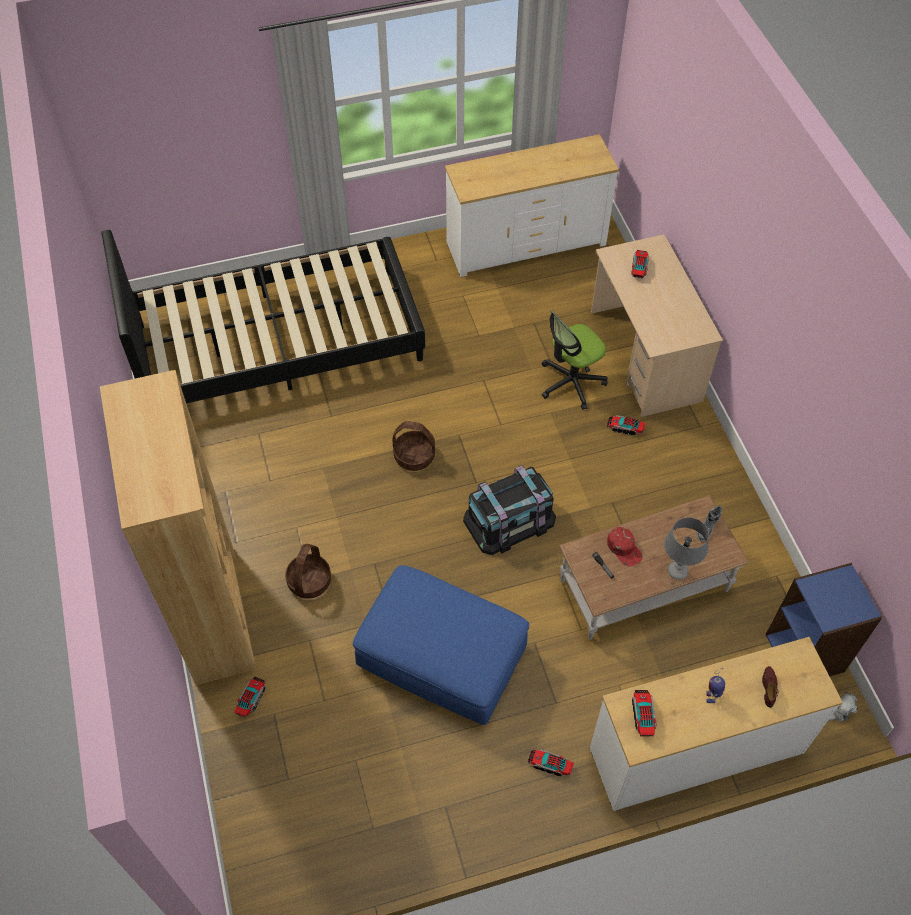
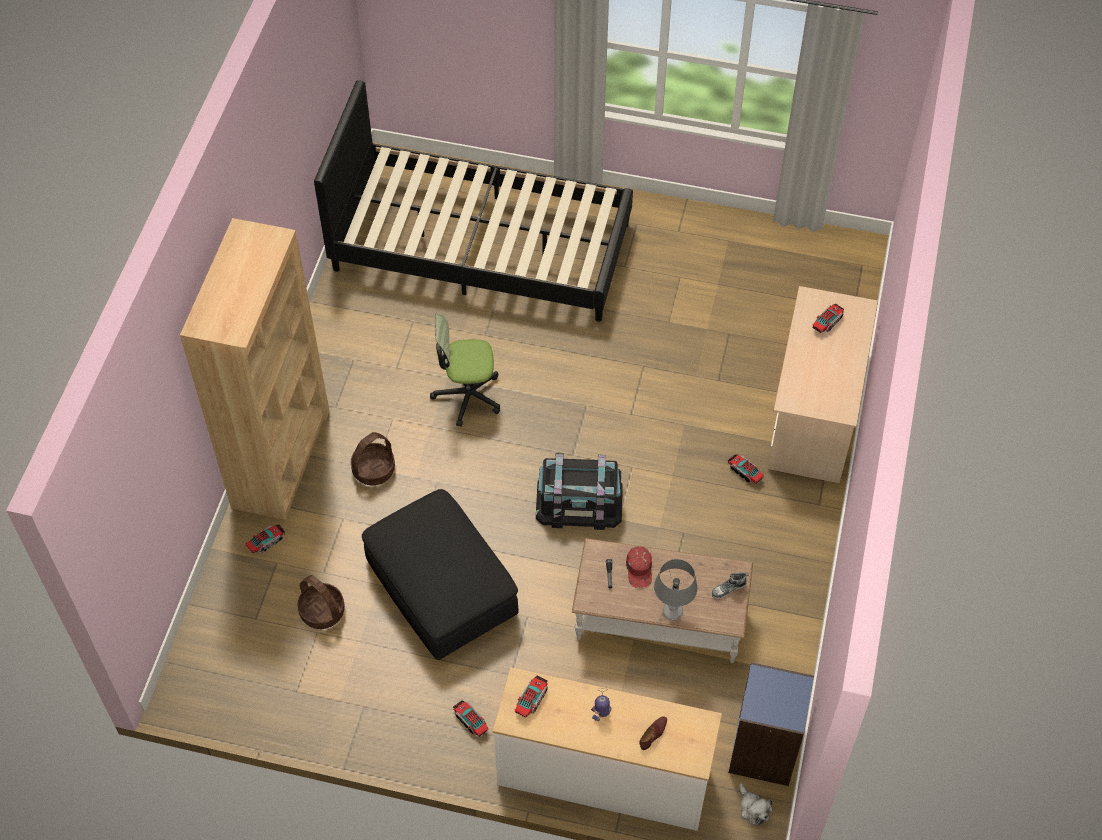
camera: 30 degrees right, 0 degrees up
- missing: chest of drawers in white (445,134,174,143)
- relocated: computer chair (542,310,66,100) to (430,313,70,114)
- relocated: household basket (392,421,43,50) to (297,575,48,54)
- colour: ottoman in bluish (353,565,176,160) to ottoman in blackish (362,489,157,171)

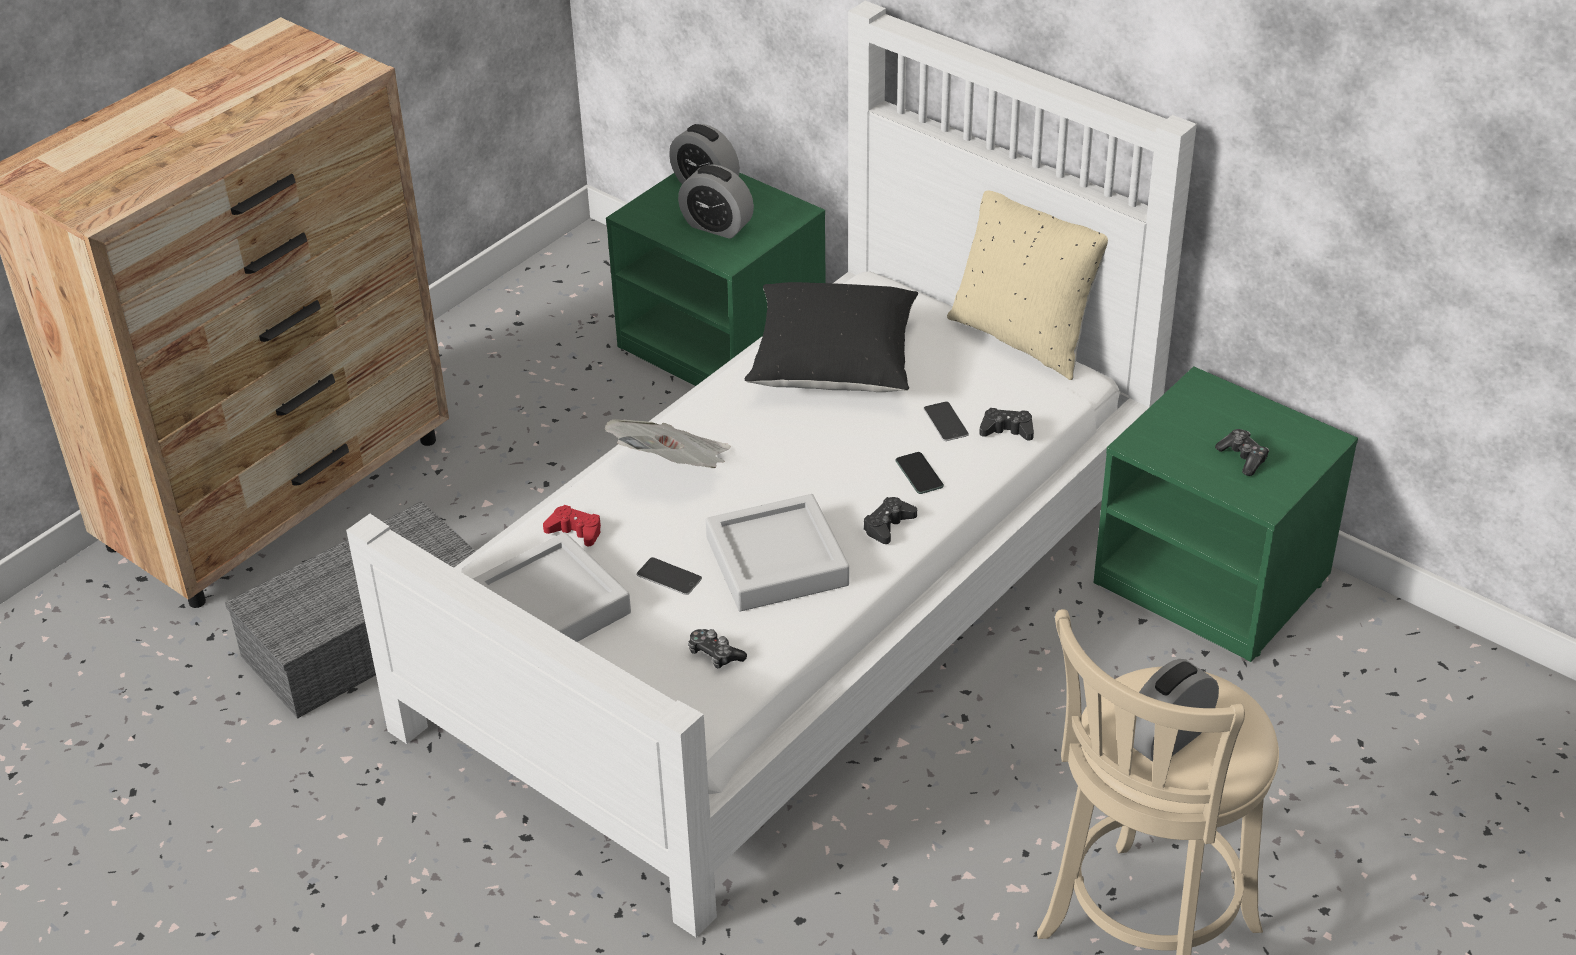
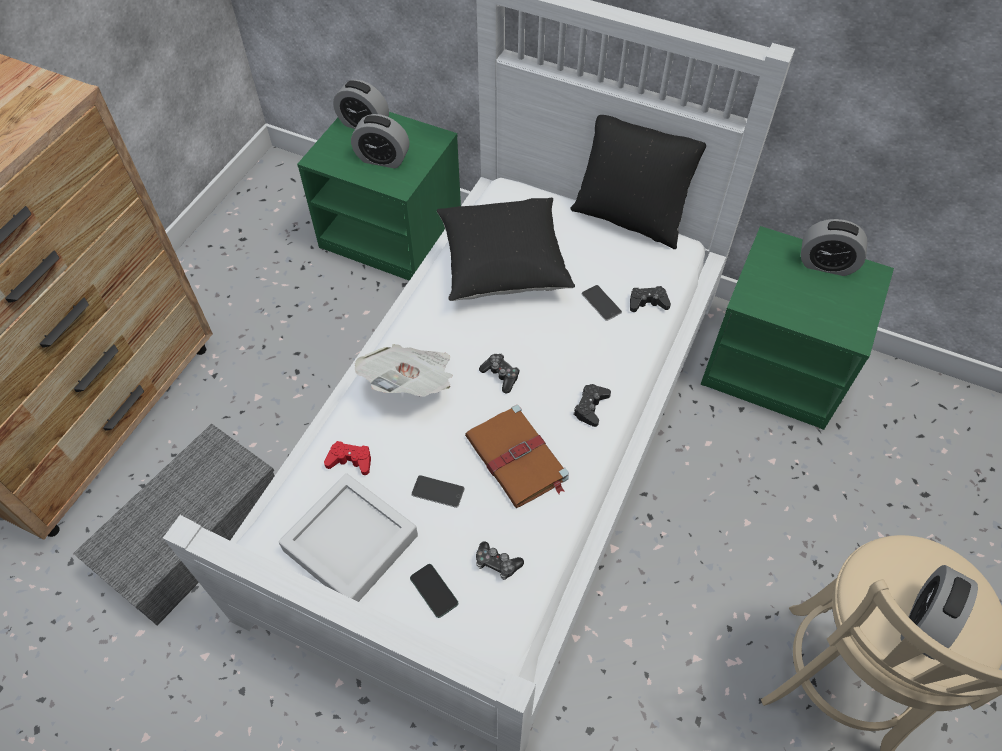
camera: 15 degrees left, 15 degrees up
- colour: pillow in beige (947,190,161,190) to pillow in blackish (571,115,135,134)
- relocated: joypad (1215,429,54,47) to (479,354,41,39)
- relocated: phone (896,452,48,42) to (410,564,48,54)
- exchanged: serving tray in greyish (706,494,143,117) to book in brownish (465,405,104,103)
- appeared: alarm clock (801,219,66,57)

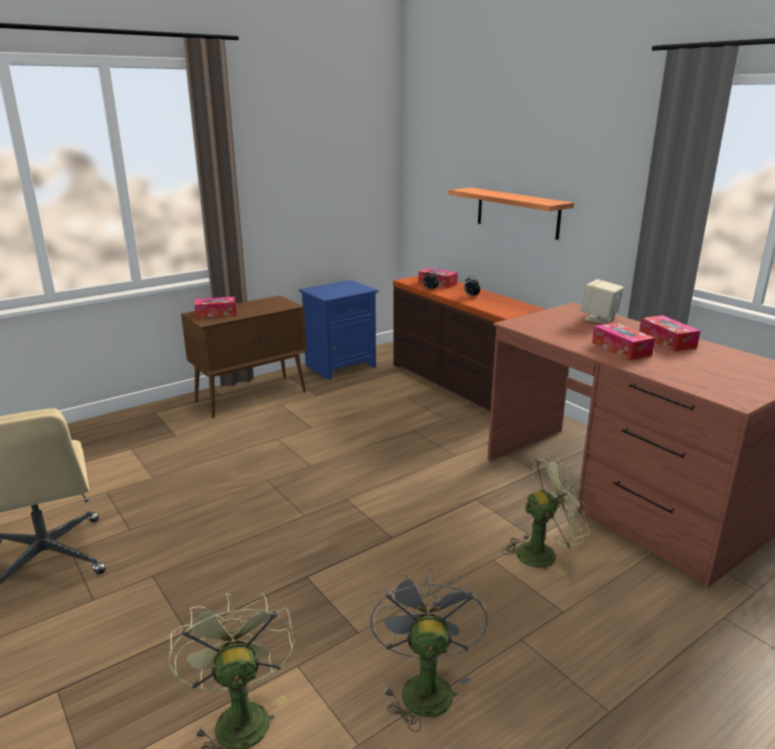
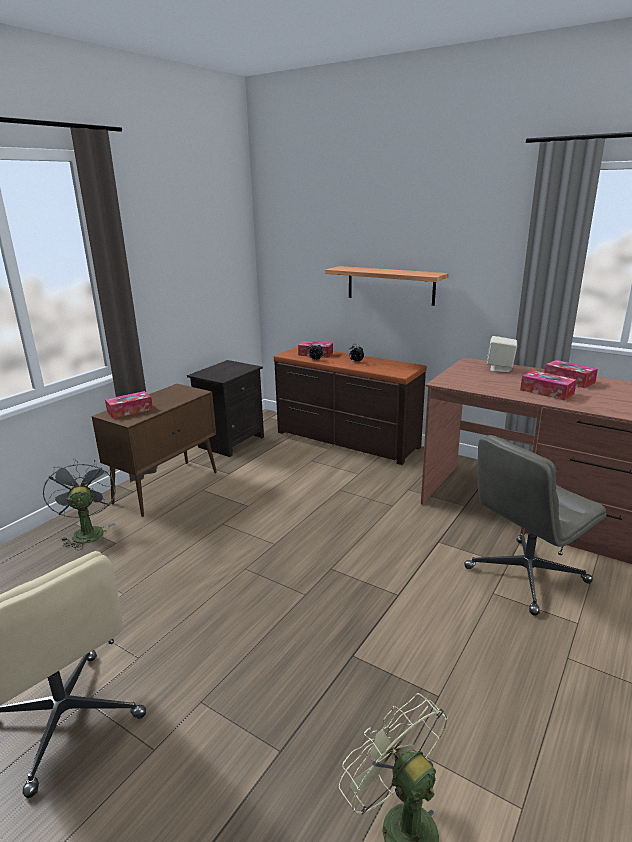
camera: 20 degrees left, 0 degrees up
- colour: bedside table in bluish (299,280,80,100) to bedside table in blackish (187,360,77,97)
- exchanged: electric fan in green (502,456,88,120) to computer chair in greyish (464,435,142,181)
- relocated: electric fan in greyish (370,567,118,165) to (43,458,73,92)

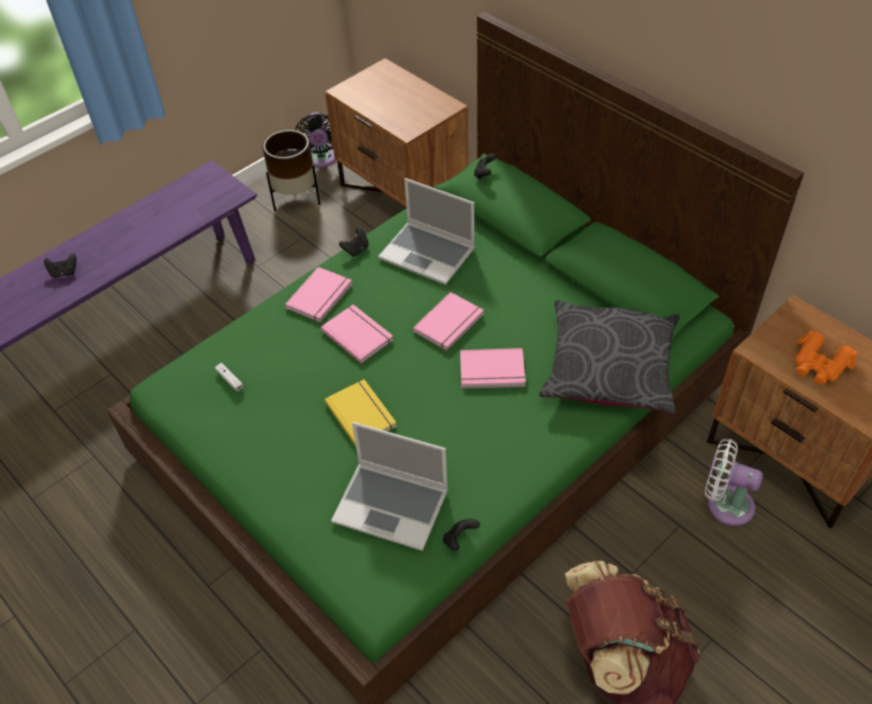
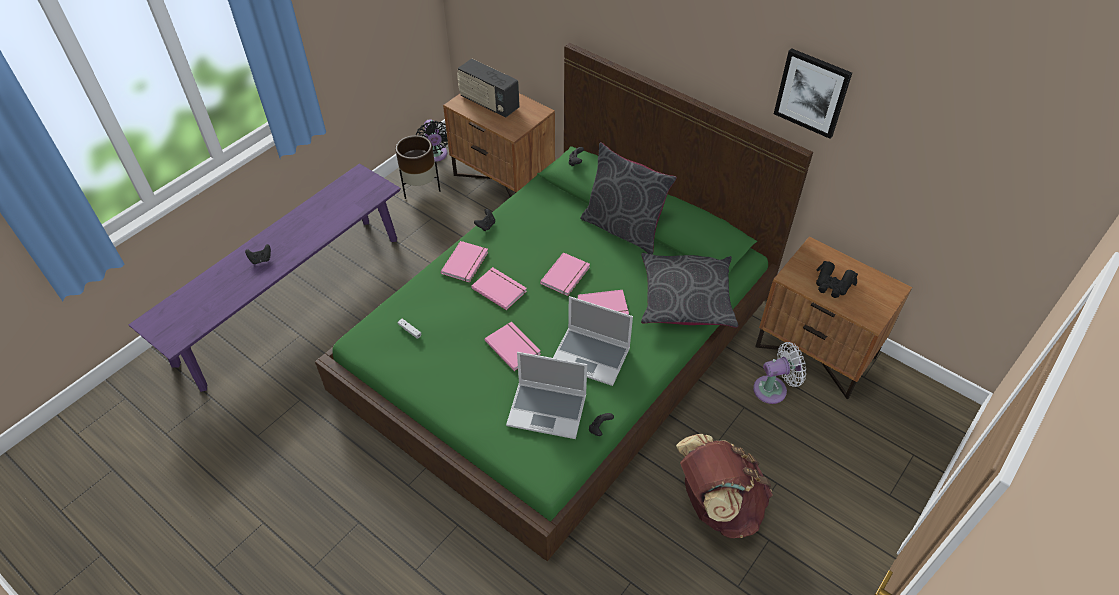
camera: 10 degrees left, 0 degrees up
- relocated: portable computer (378,178,97,107) to (553,296,80,90)
- colour: field glasses in orange-coloured (794,331,63,54) to field glasses in blackish (816,261,42,37)
- colour: book in yellow-coloured (324,379,73,67) to book in pink (484,322,57,49)
- spun: electric fan in white (705,439,58,87) = (753,342,53,62) 150 degrees clockwise
- appeared: picture (774,48,78,91)
- appeared: radio set (457,59,63,59)
- appeared: pillow in greyish (580,142,97,113)

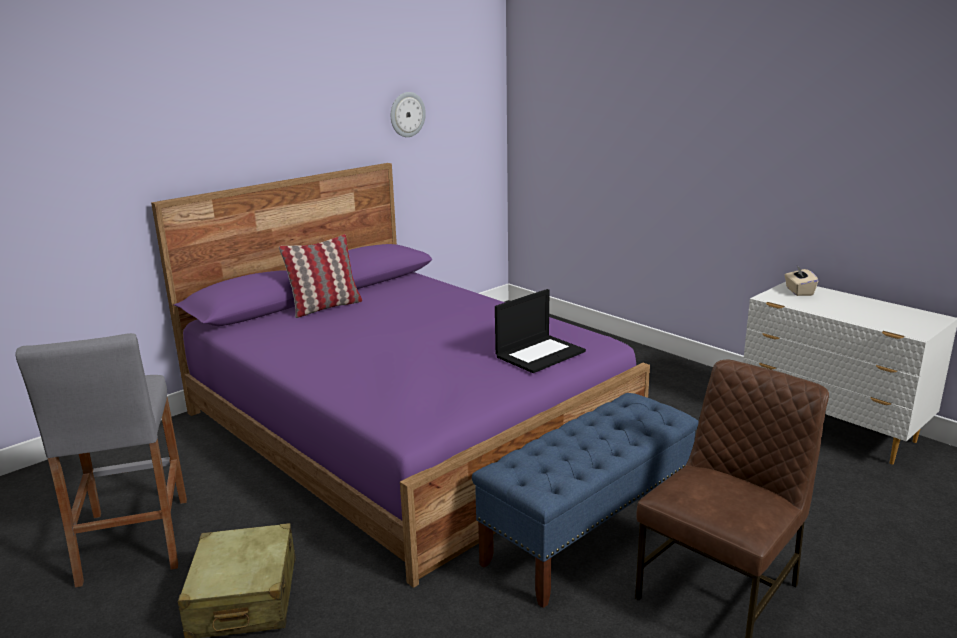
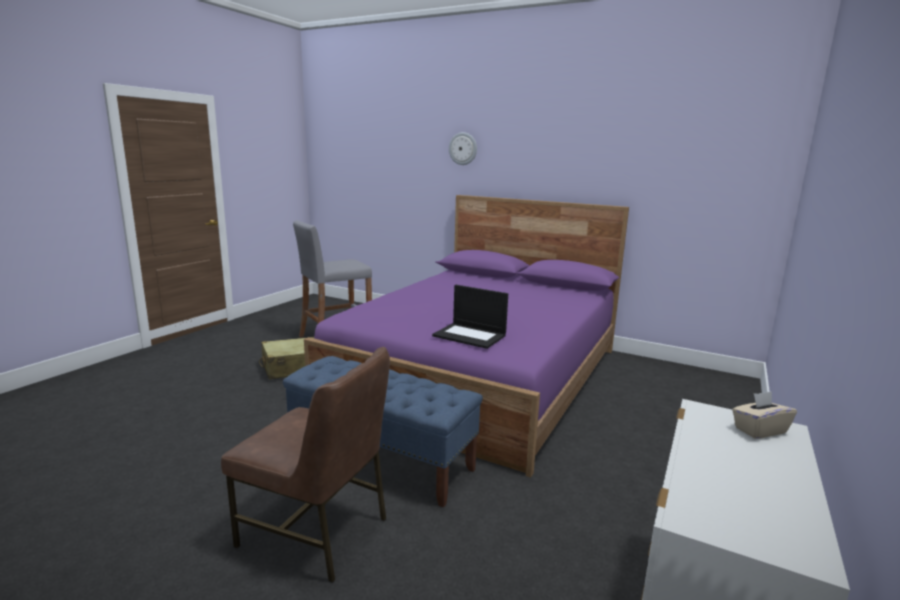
camera: 70 degrees right, 5 degrees down
- relocated: wall clock (391,92,35,45) to (449,132,28,33)
- missing: pillow (279,234,83,84)

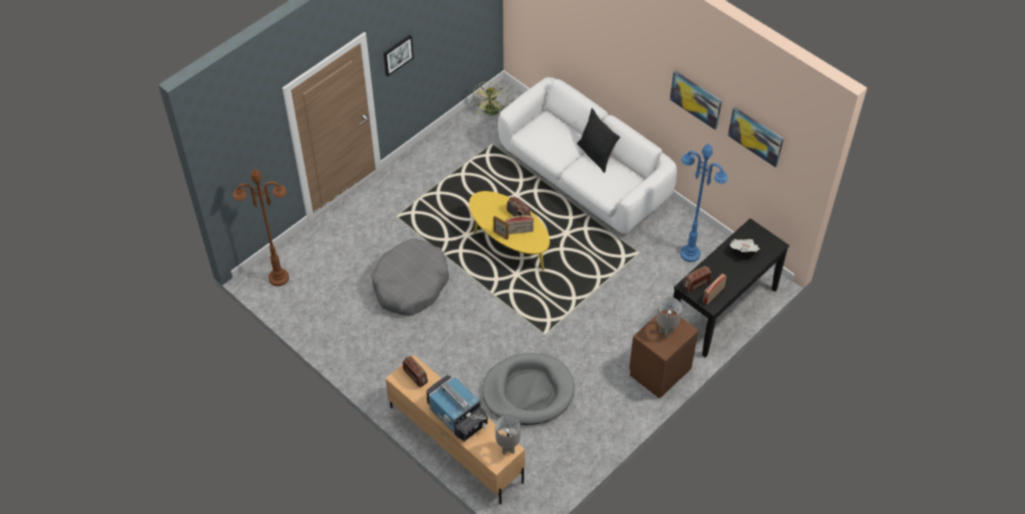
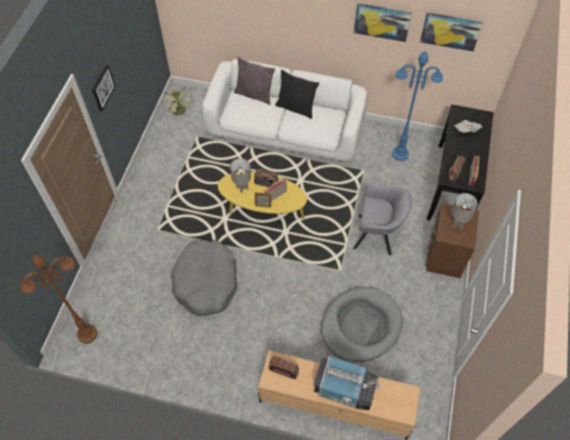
camera: 30 degrees left, 5 degrees up
- relocated: tabletop lamp in greyish (495,415,26,40) to (230,158,21,35)
- appeared: pillow in greyish (234,56,42,49)
- appeared: lounge chair in greyish (353,185,59,71)

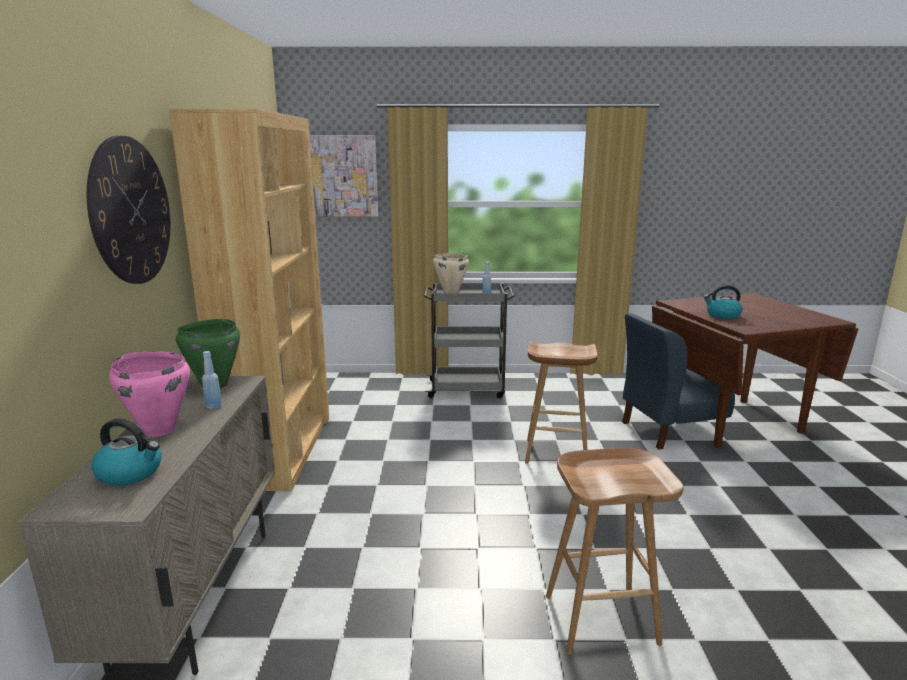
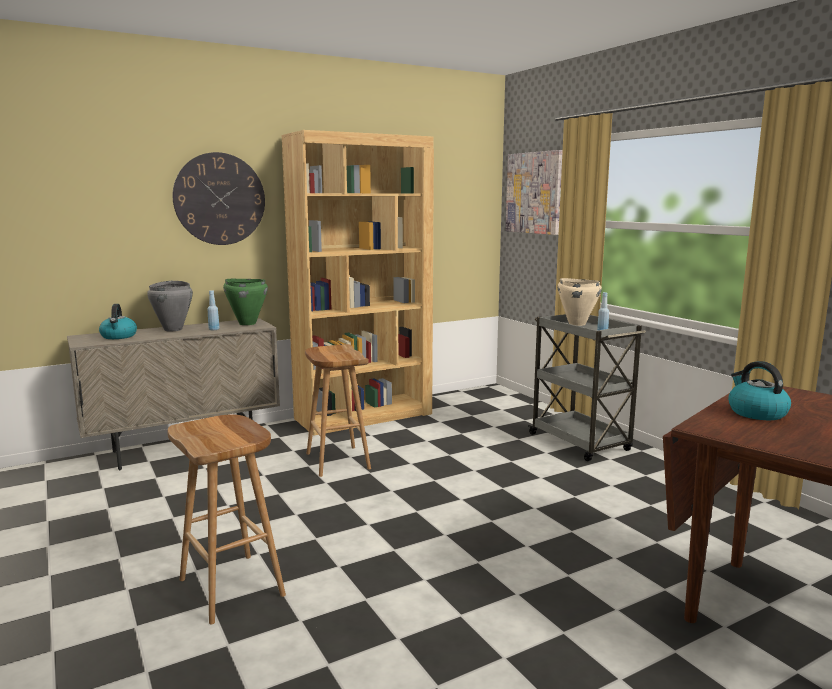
camera: 60 degrees right, 5 degrees down
- missing: upright chair in bluish (622,313,113,136)
- relocated: stool in brownish (525,341,73,123) to (305,344,66,133)
- colour: cooking pot in pink (109,351,81,86) to cooking pot in greyish (147,281,46,50)

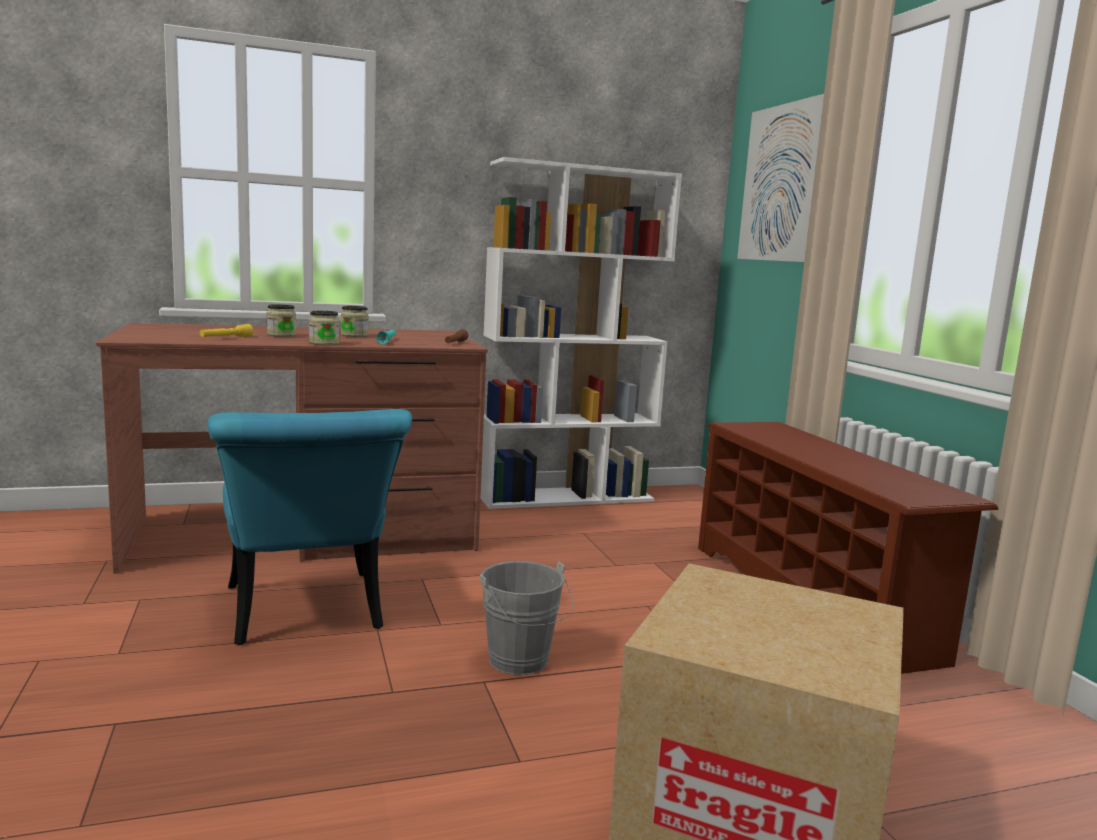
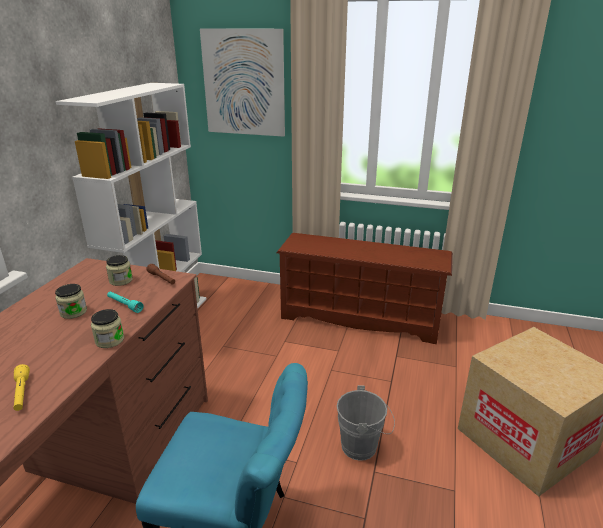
camera: 55 degrees left, 15 degrees up
- relocated: preserve jar (267,304,29,33) to (106,255,27,31)

